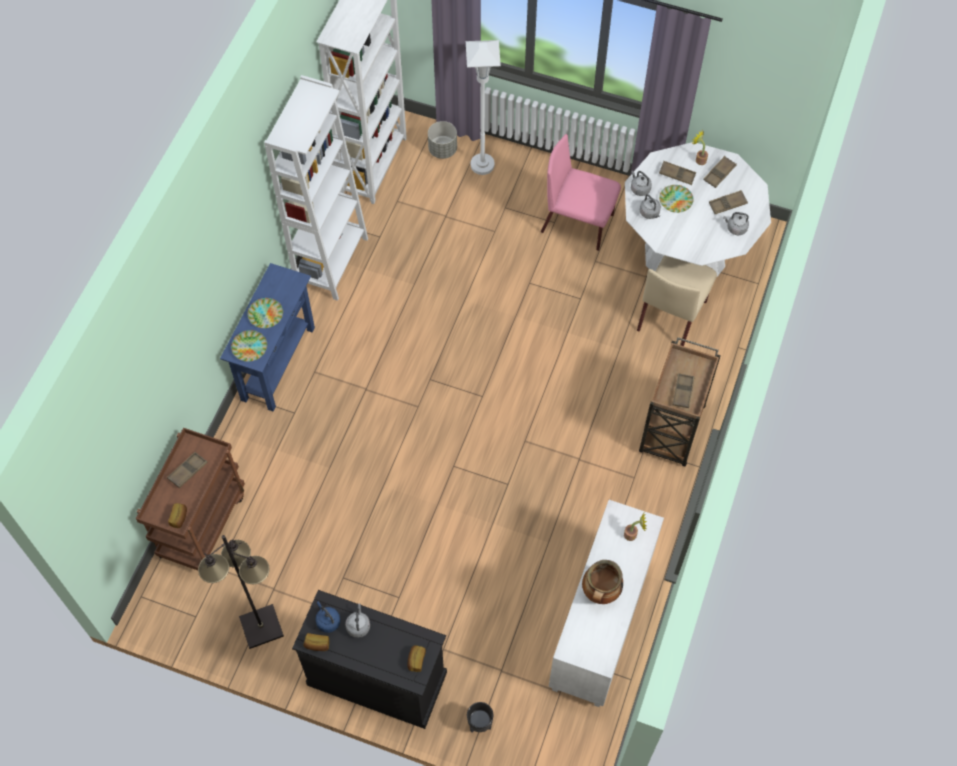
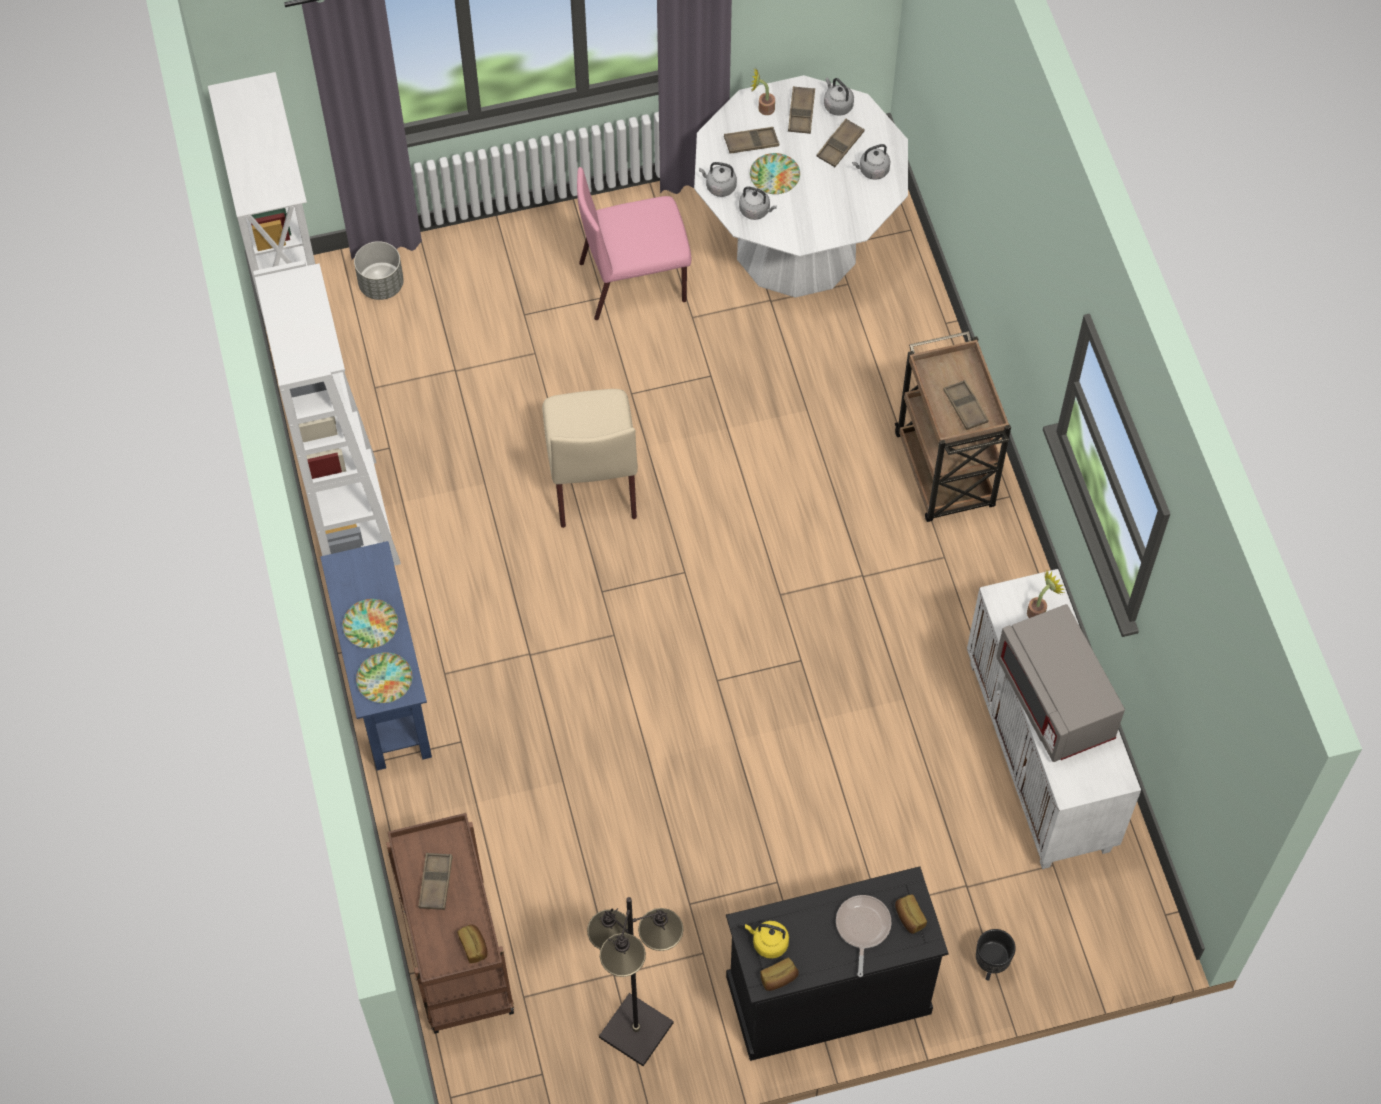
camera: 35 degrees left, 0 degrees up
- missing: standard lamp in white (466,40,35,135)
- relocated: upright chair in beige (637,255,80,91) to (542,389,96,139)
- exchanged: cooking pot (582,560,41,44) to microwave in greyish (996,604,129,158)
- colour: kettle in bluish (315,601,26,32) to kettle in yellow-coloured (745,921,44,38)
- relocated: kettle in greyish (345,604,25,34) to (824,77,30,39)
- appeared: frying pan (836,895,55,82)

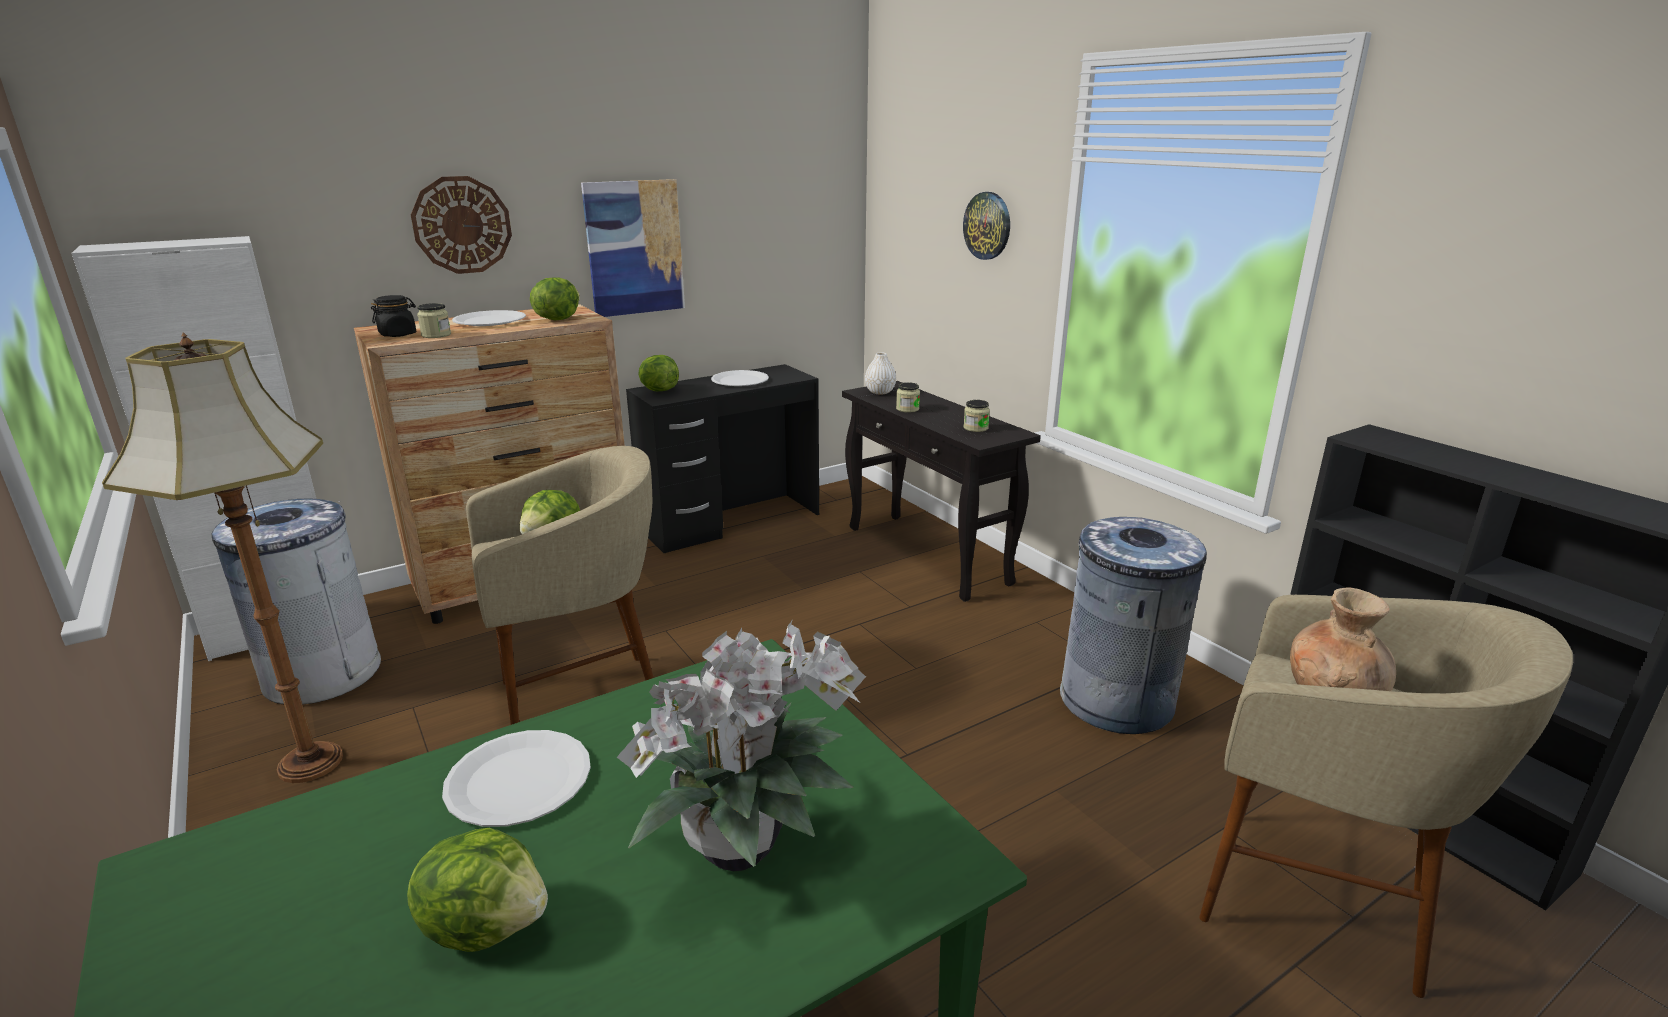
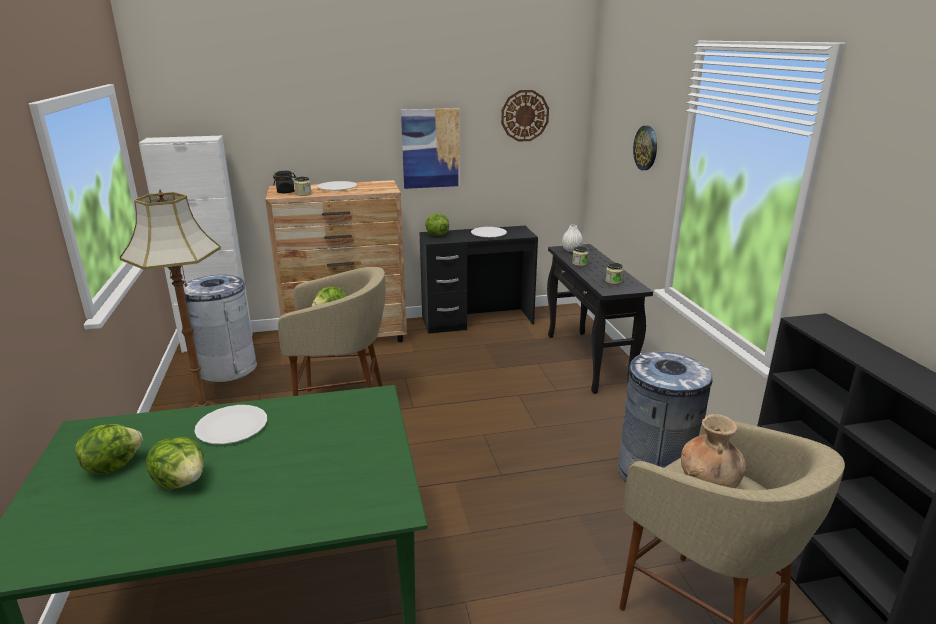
camera: 20 degrees right, 0 degrees up
- relocated: wall clock (411,176,101,98) to (501,90,48,52)
- relocated: lettuce head (530,277,50,43) to (75,424,68,50)
- missing: potted plant (617,619,249,252)

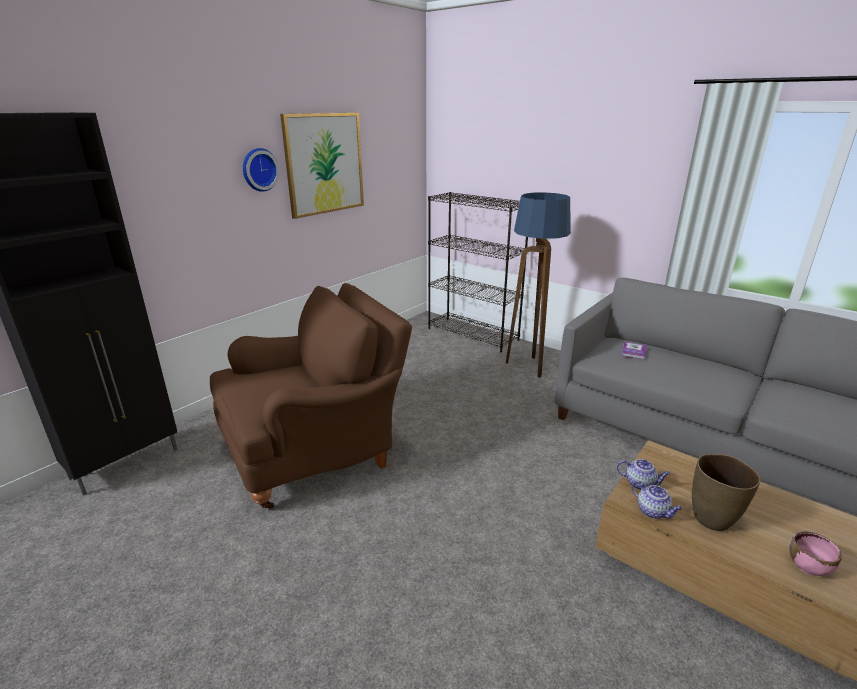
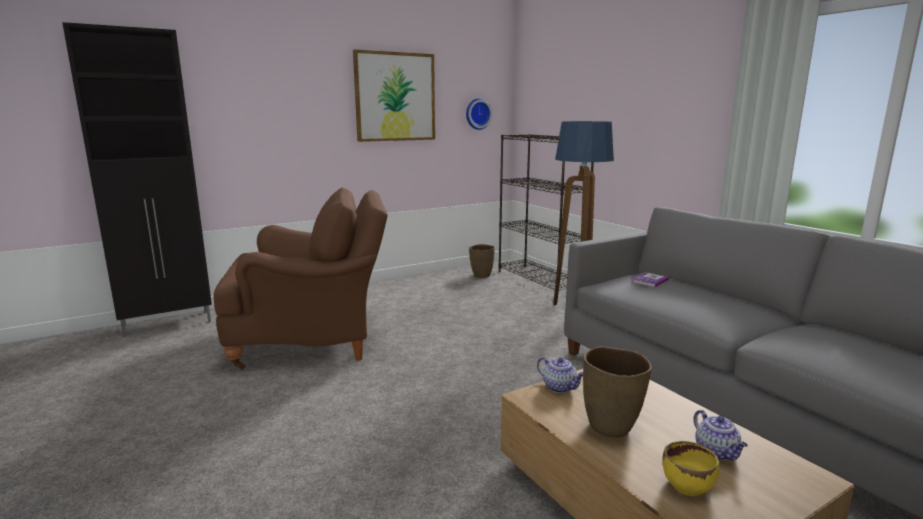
camera: 20 degrees right, 10 degrees down
- relocated: wall clock (243,148,36,44) to (466,98,26,32)
- relocated: pot for tea (632,481,51,38) to (694,410,54,50)
- colour: deep dish in pink (789,531,53,45) to deep dish in yellow-coloured (662,441,57,55)
- appeared: flower vase in brownish (469,244,26,34)

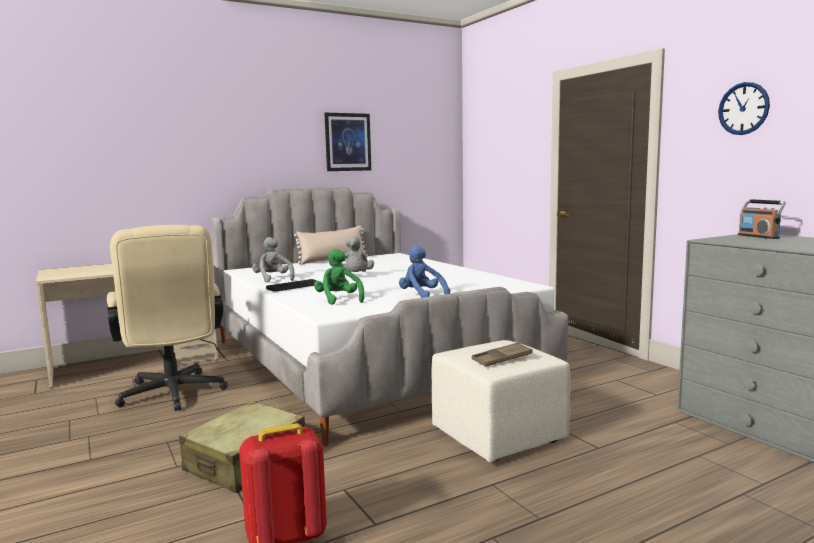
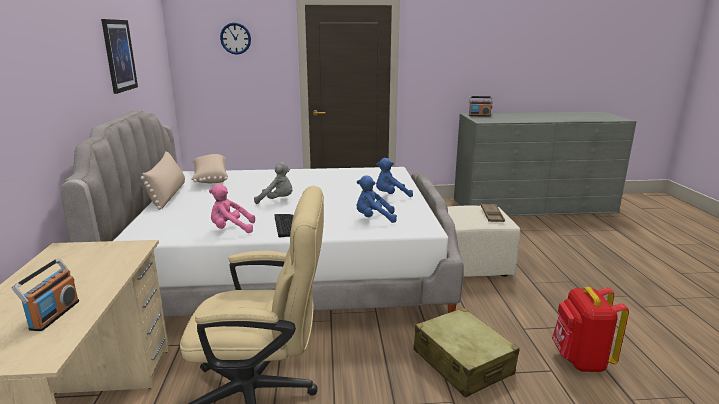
camera: 65 degrees left, 10 degrees up
- relocated: wall clock (718,82,52,53) to (220,23,31,32)
- colour: plush toy in greyish (252,237,42,45) to plush toy in pink (209,184,46,49)
- colour: plush toy in green (314,249,50,56) to plush toy in bluish (357,175,40,48)
- appeared: pillow in beige (191,154,37,29)
- appeared: radio set (12,258,67,73)

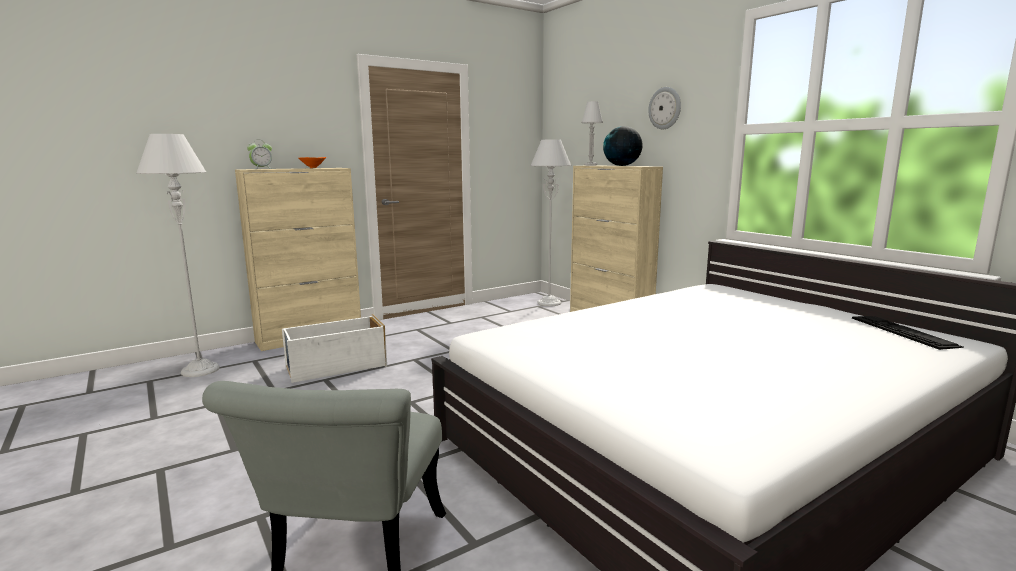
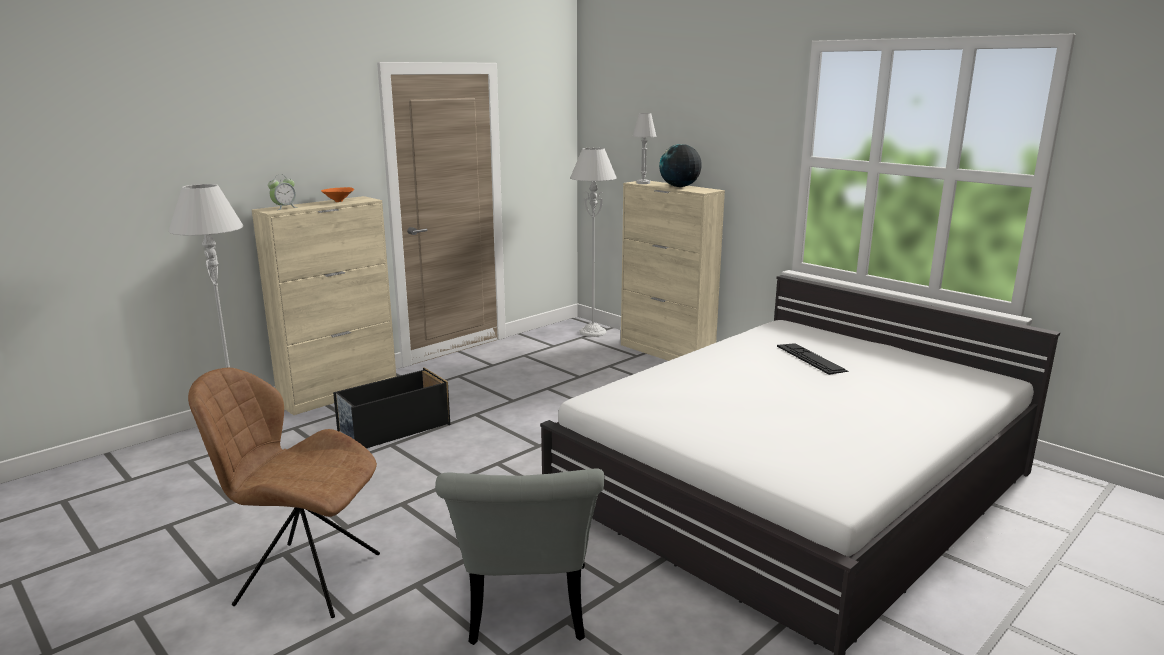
camera: 10 degrees left, 5 degrees up
- missing: wall clock (648,87,33,42)
- colour: storage box in white (282,314,105,69) to storage box in blackish (333,367,117,81)
- relocated: PC keyboard (852,316,112,34) to (777,343,71,32)
- appeared: upright chair in brownish (188,368,192,250)

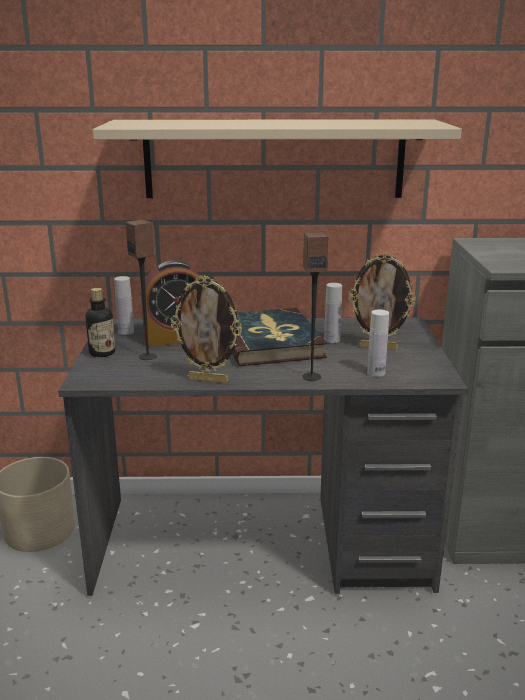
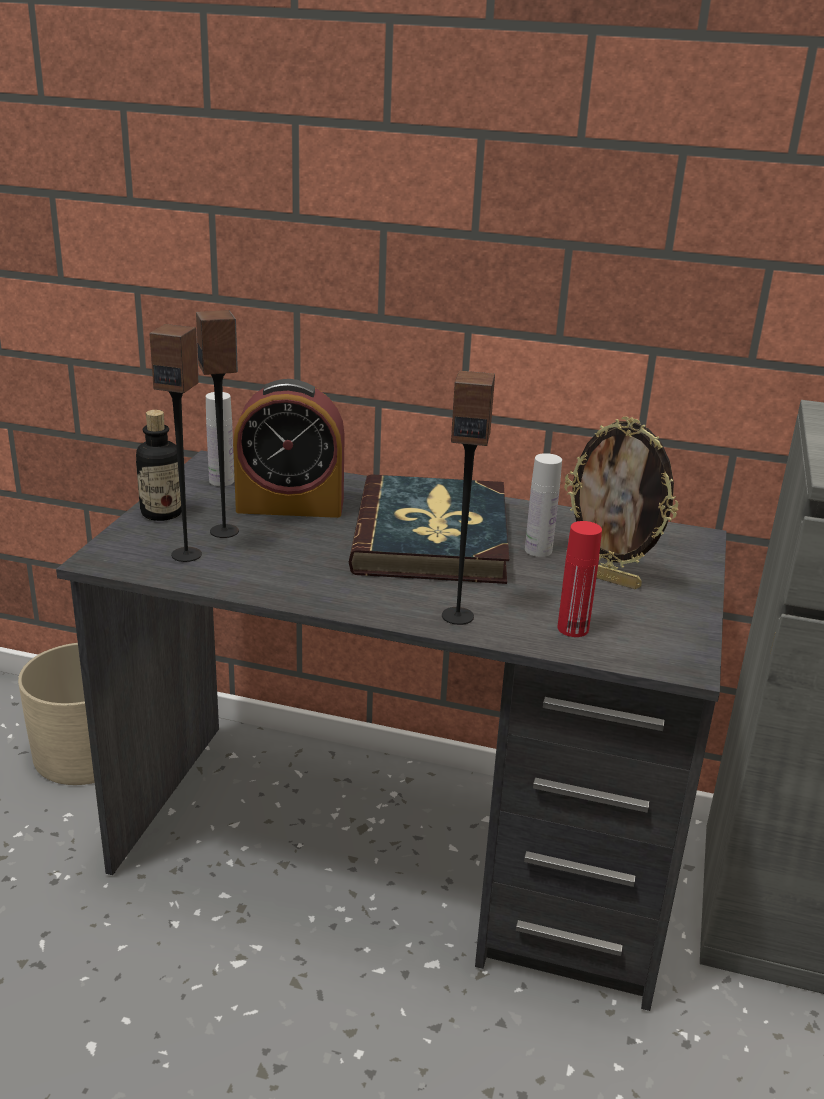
camera: 15 degrees right, 5 degrees up
- missing: bracket shelf in beige (92,119,370,79)
- missing: photo frame (170,275,72,108)
- colour: bottle in white (367,310,22,67) to bottle in red (558,521,44,116)
- appeared: speaker (149,324,53,238)

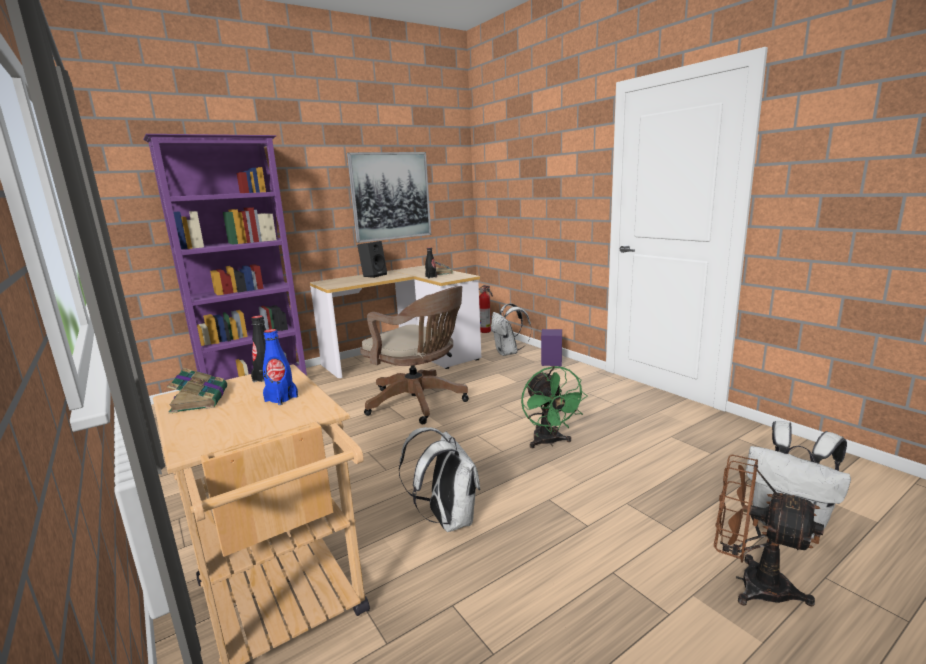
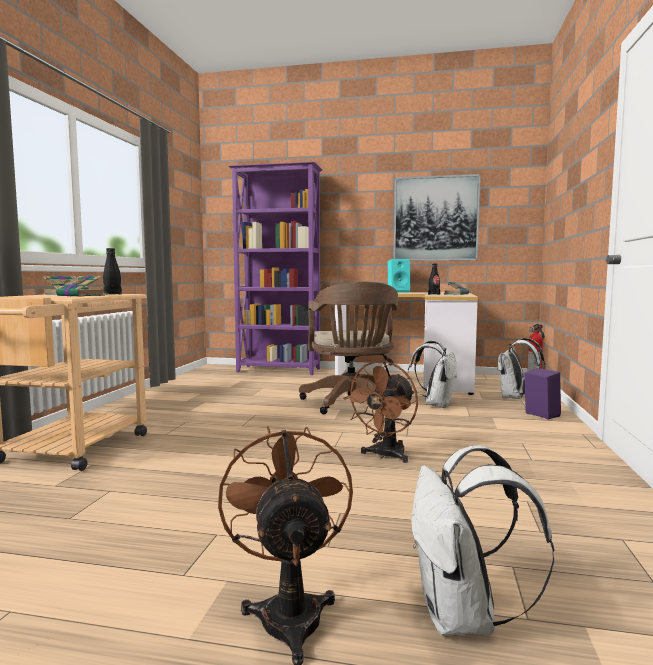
camera: 45 degrees right, 10 degrees down
- colour: speaker in blackish (357,241,30,37) to speaker in blue-green (387,259,23,34)
- exchanged: bottle in bluish (263,329,35,76) to book (56,276,49,21)
- colour: electric fan in green (521,366,67,82) to electric fan in brownish (343,360,75,103)
- relocated: backpack in white (399,427,81,105) to (408,341,49,67)

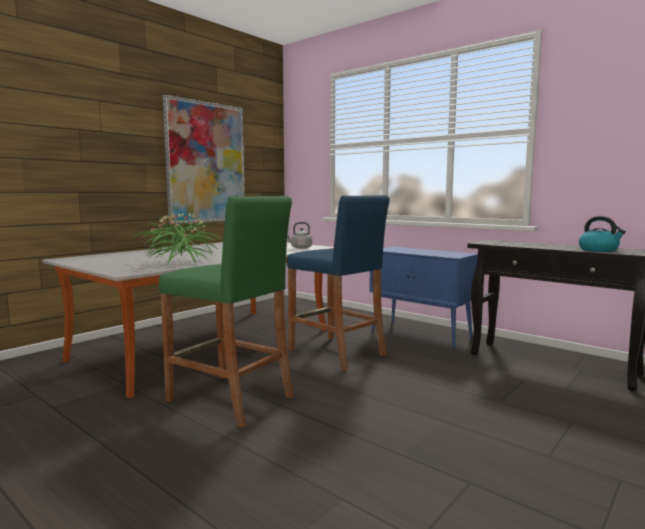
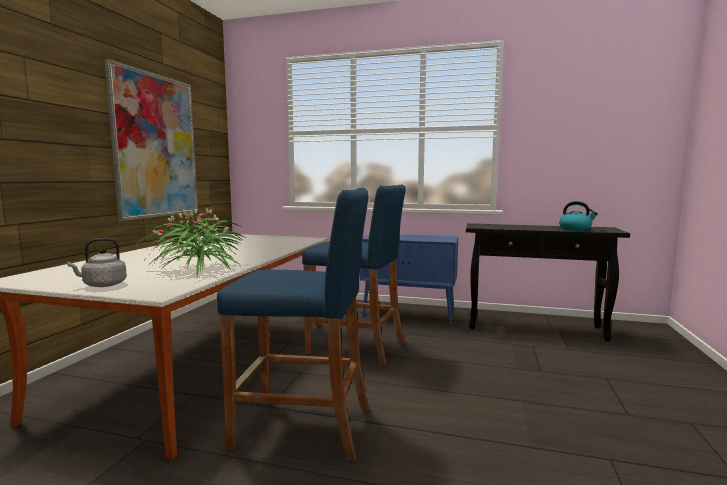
camera: 25 degrees left, 0 degrees up
- colour: stool in green (159,196,135,231) to stool in bluish (217,187,152,274)
- relocated: kettle in greyish (287,222,25,27) to (67,238,60,49)

